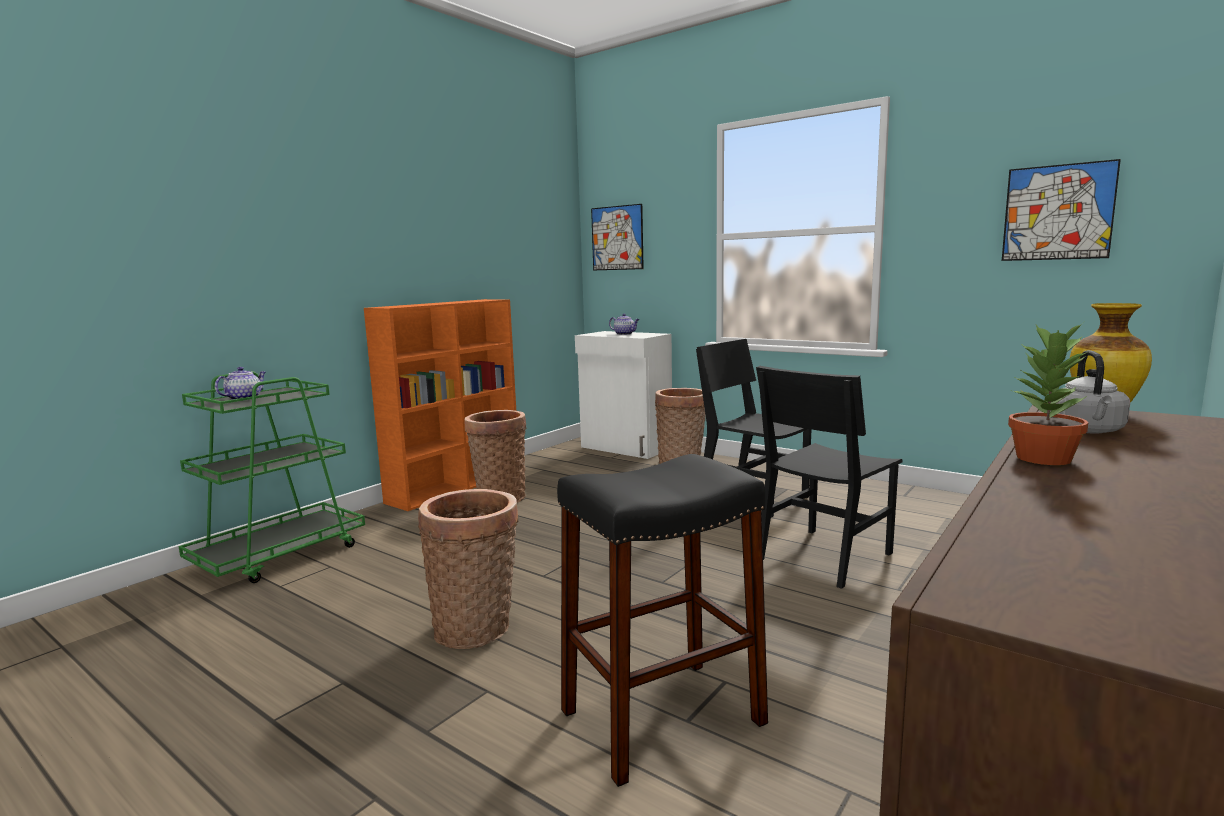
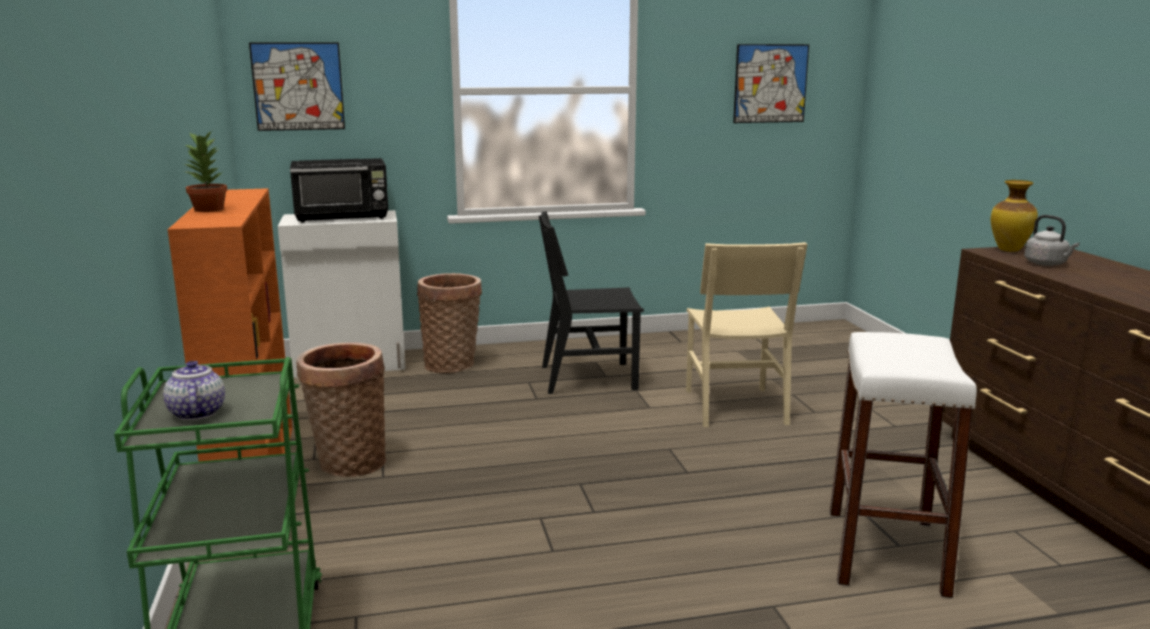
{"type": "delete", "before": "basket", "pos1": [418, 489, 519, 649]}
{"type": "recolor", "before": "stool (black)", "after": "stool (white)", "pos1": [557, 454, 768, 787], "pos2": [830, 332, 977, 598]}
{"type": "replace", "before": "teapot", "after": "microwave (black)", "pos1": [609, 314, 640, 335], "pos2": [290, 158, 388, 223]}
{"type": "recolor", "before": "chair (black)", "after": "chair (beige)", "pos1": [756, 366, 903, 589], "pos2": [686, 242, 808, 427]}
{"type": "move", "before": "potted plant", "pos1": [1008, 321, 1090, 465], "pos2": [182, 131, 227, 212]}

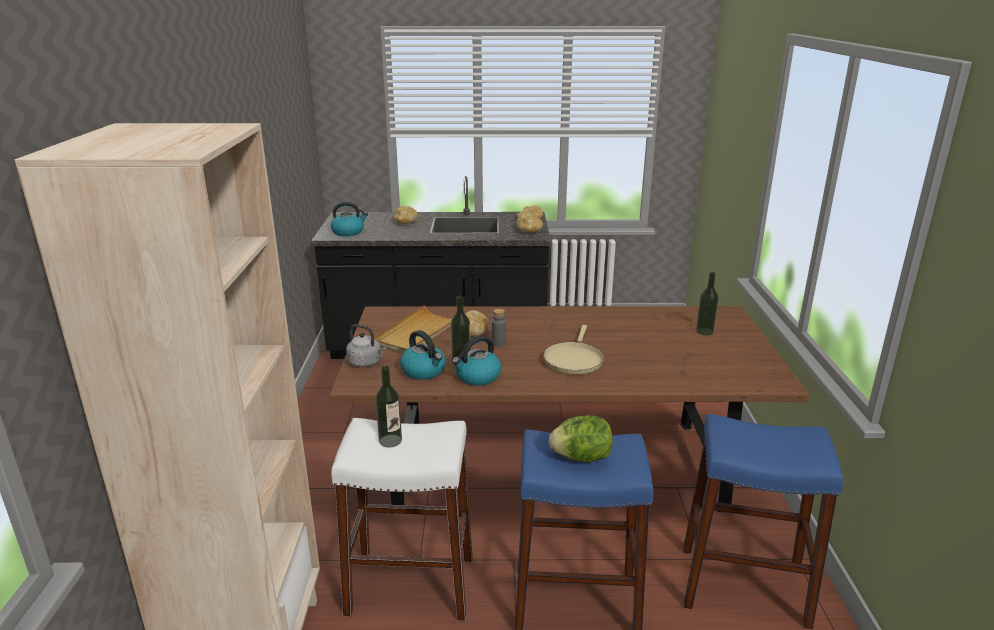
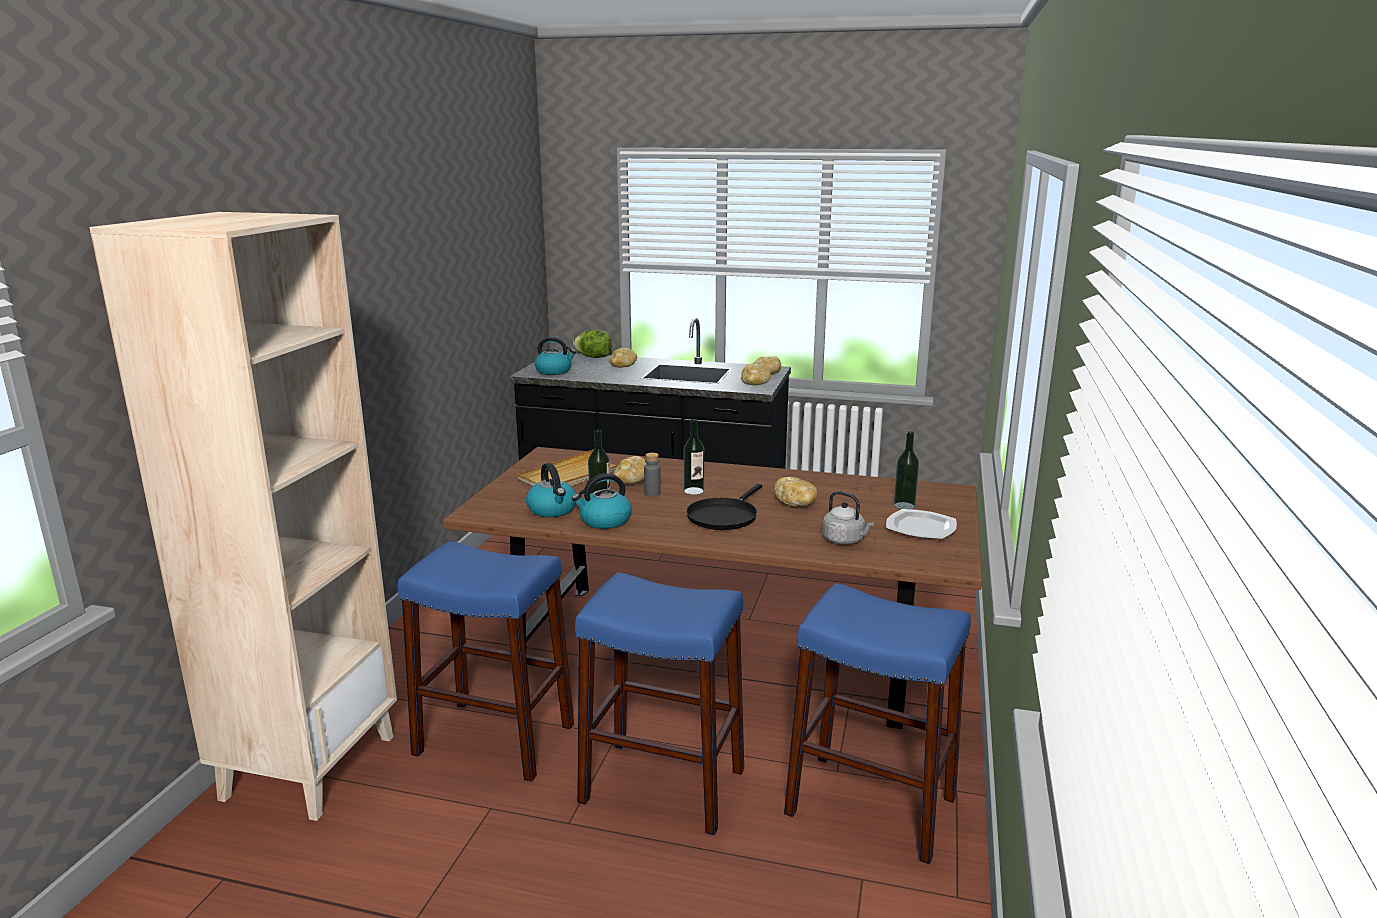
{"type": "recolor", "before": "stool (white)", "after": "stool (blue)", "pos1": [331, 418, 473, 621], "pos2": [398, 541, 574, 782]}
{"type": "move", "before": "kettle (grey)", "pos1": [346, 324, 386, 367], "pos2": [822, 491, 874, 545]}
{"type": "move", "before": "bottle", "pos1": [376, 366, 402, 447], "pos2": [684, 419, 704, 495]}
{"type": "recolor", "before": "frying pan (beige)", "after": "frying pan (black)", "pos1": [543, 325, 604, 374], "pos2": [686, 484, 762, 530]}
{"type": "move", "before": "lettuce", "pos1": [549, 415, 613, 462], "pos2": [573, 330, 612, 358]}
{"type": "insert", "after": "bread", "pos2": [774, 477, 817, 507]}
{"type": "insert", "after": "plate", "pos2": [886, 509, 957, 539]}

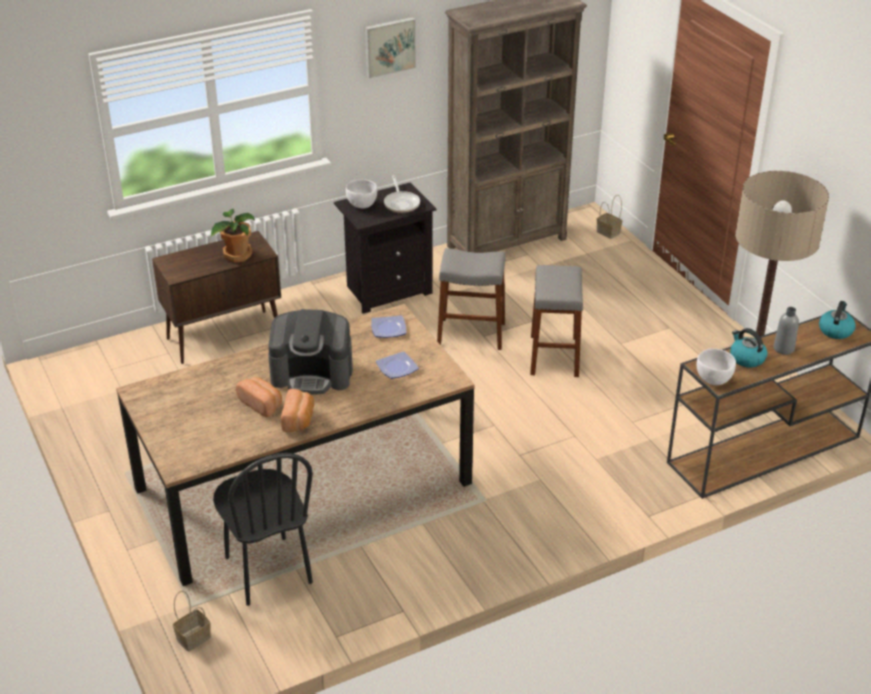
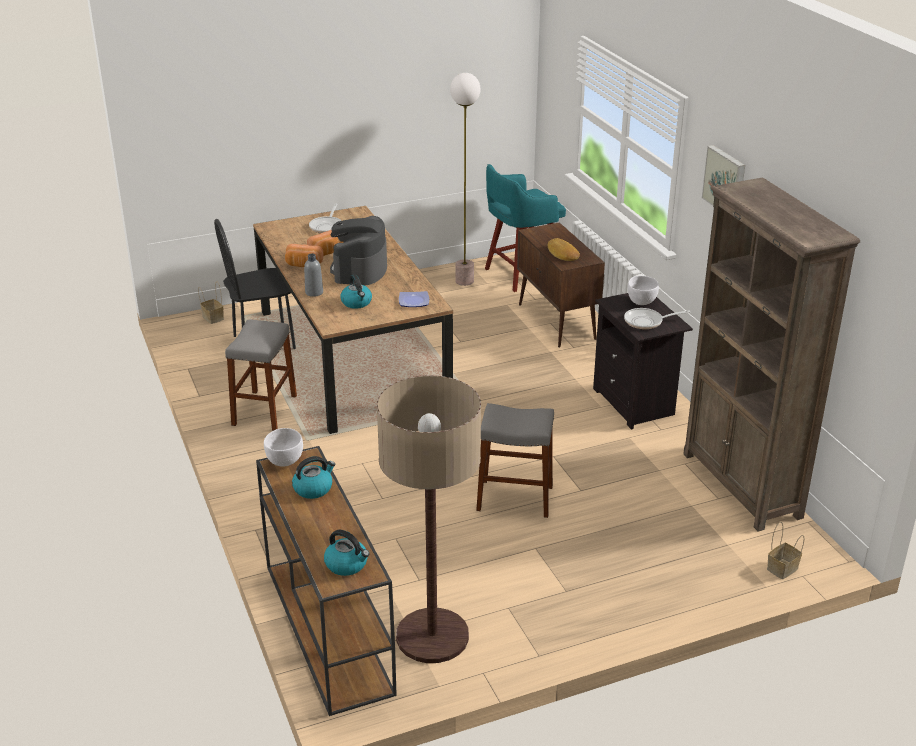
{"type": "replace", "before": "potted plant", "after": "bread", "pos1": [211, 209, 255, 263], "pos2": [548, 238, 580, 261]}
{"type": "replace", "before": "plate", "after": "kettle", "pos1": [376, 351, 419, 379], "pos2": [340, 274, 372, 309]}
{"type": "move", "before": "stool (grey)", "pos1": [437, 248, 506, 350], "pos2": [225, 320, 297, 431]}
{"type": "move", "before": "bottle (grey)", "pos1": [774, 307, 799, 355], "pos2": [304, 254, 323, 297]}
{"type": "insert", "after": "frying pan", "pos2": [309, 204, 342, 233]}
{"type": "insert", "after": "floor lamp", "pos2": [450, 73, 480, 286]}
{"type": "insert", "after": "stool (turquoise)", "pos2": [485, 164, 566, 292]}

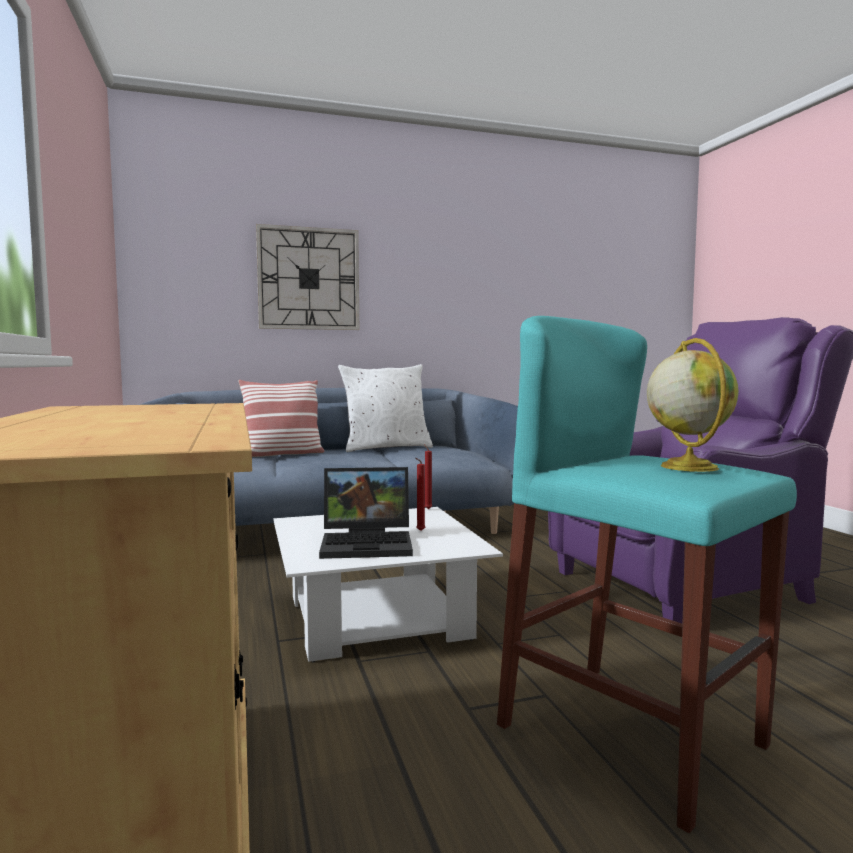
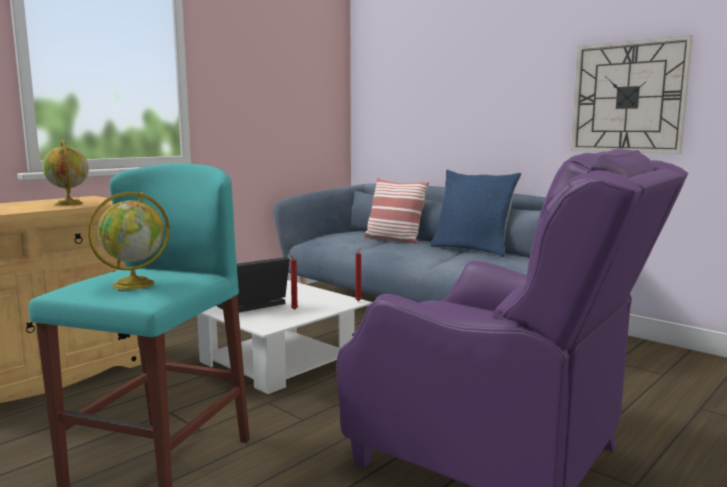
{"type": "move", "before": "wall clock", "pos1": [256, 224, 359, 330], "pos2": [571, 35, 693, 154]}
{"type": "rotate", "before": "laptop", "pos1": [319, 467, 413, 559], "pos2": [217, 257, 290, 312], "turn": 90}
{"type": "recolor", "before": "pillow (white)", "after": "pillow (blue)", "pos1": [338, 364, 433, 452], "pos2": [430, 170, 521, 257]}
{"type": "insert", "after": "globe", "pos2": [42, 140, 89, 206]}

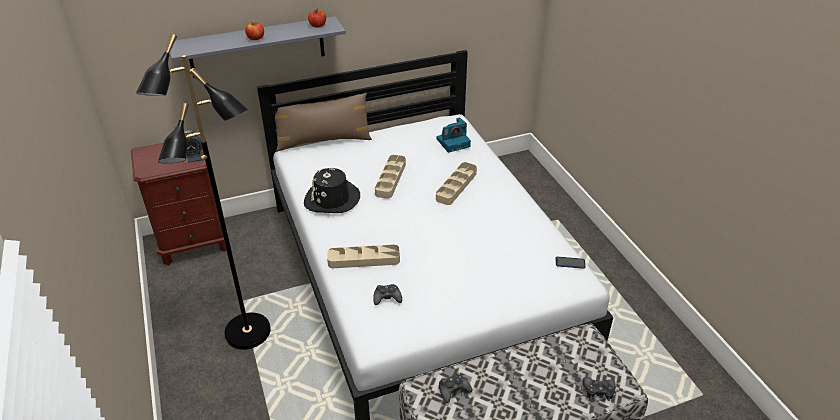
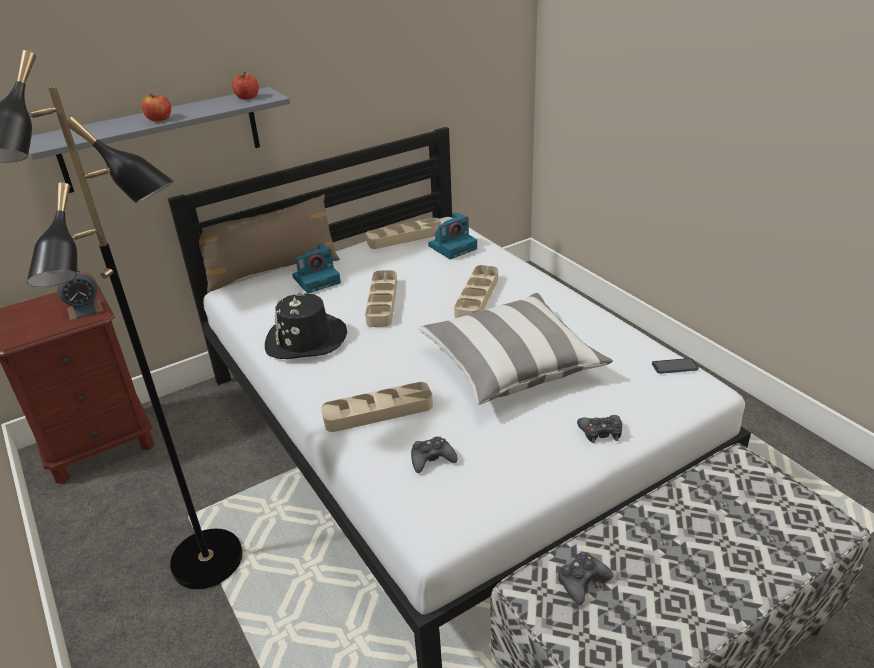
{"type": "move", "before": "game controller (black)", "pos1": [583, 377, 616, 401], "pos2": [577, 415, 622, 443]}
{"type": "insert", "after": "photo camera", "pos2": [292, 243, 341, 294]}
{"type": "insert", "after": "tray (beige)", "pos2": [366, 218, 443, 249]}
{"type": "insert", "after": "pillow", "pos2": [419, 293, 613, 405]}

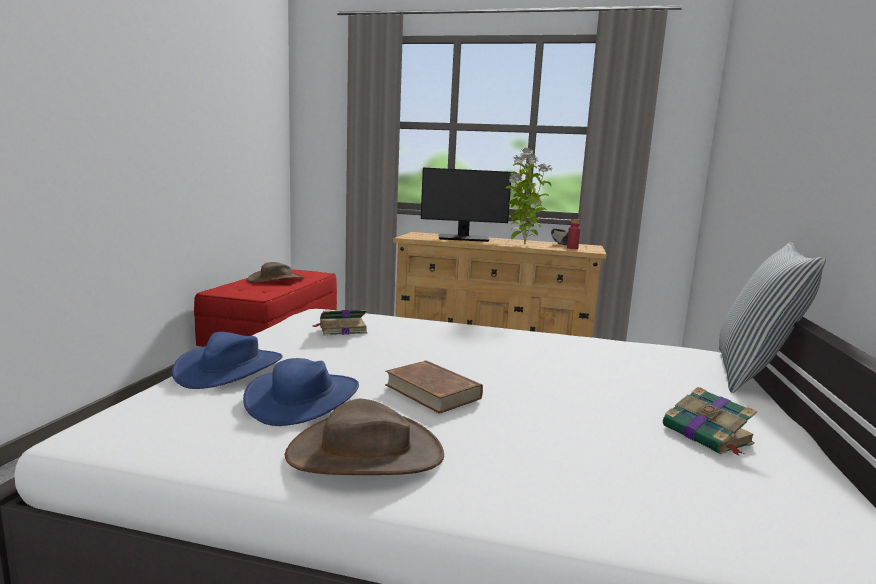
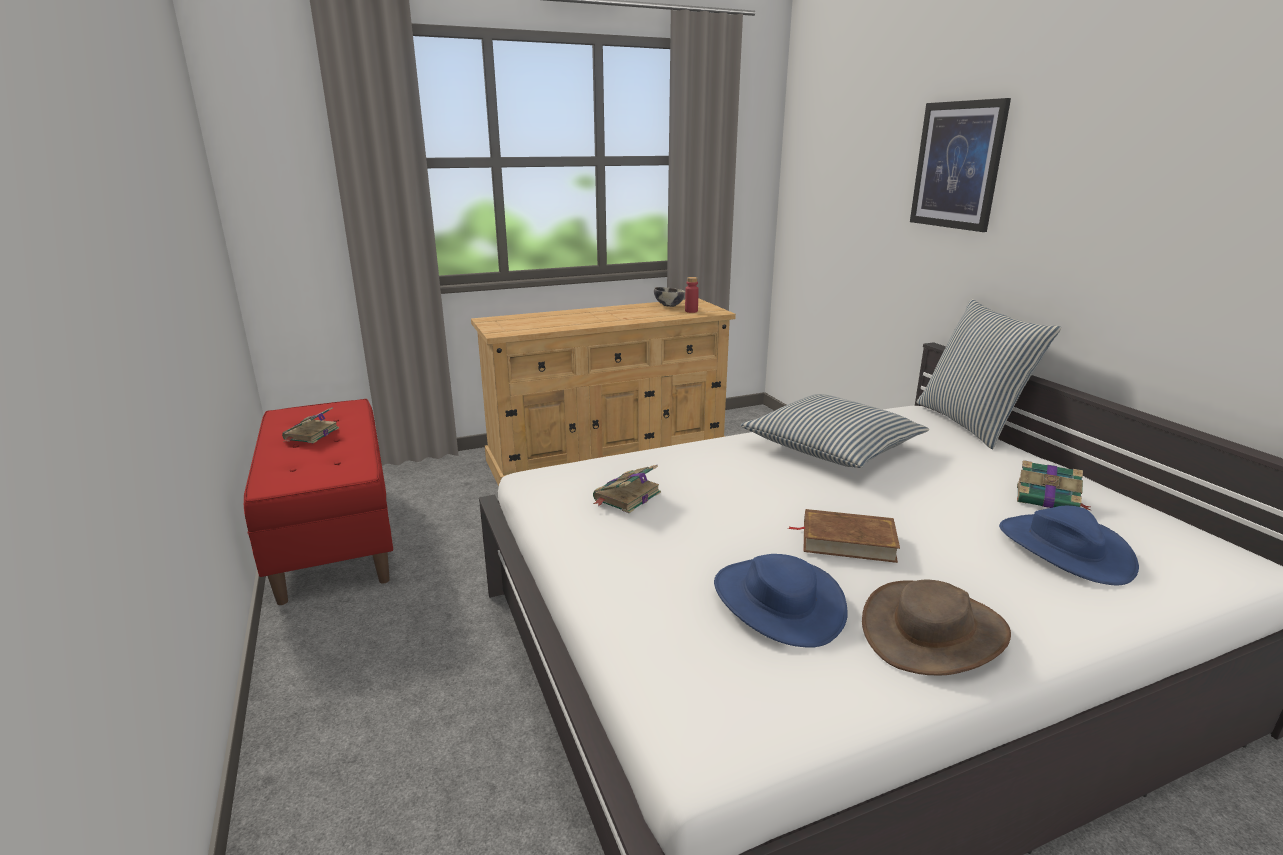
{"type": "move", "before": "hat (blue)", "pos1": [172, 332, 283, 389], "pos2": [999, 506, 1139, 585]}
{"type": "replace", "before": "hat (brown)", "after": "book", "pos1": [248, 262, 304, 283], "pos2": [282, 407, 339, 443]}
{"type": "delete", "before": "monitor", "pos1": [421, 168, 512, 242]}
{"type": "delete", "before": "potted plant", "pos1": [505, 148, 551, 245]}
{"type": "insert", "after": "pillow", "pos2": [741, 394, 929, 468]}
{"type": "insert", "after": "picture", "pos2": [910, 98, 1011, 232]}

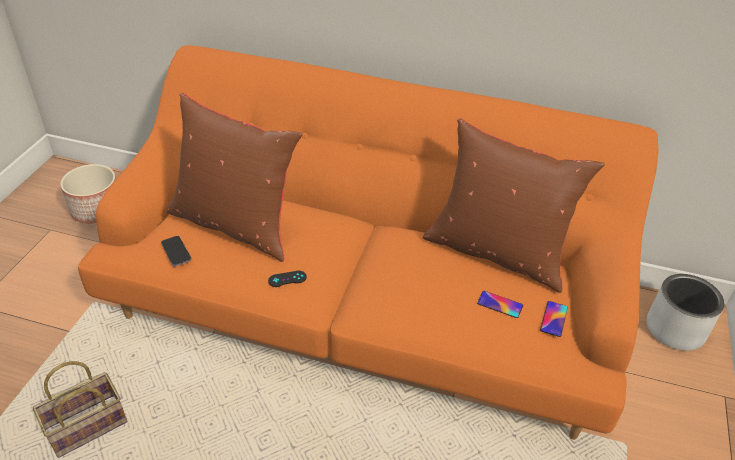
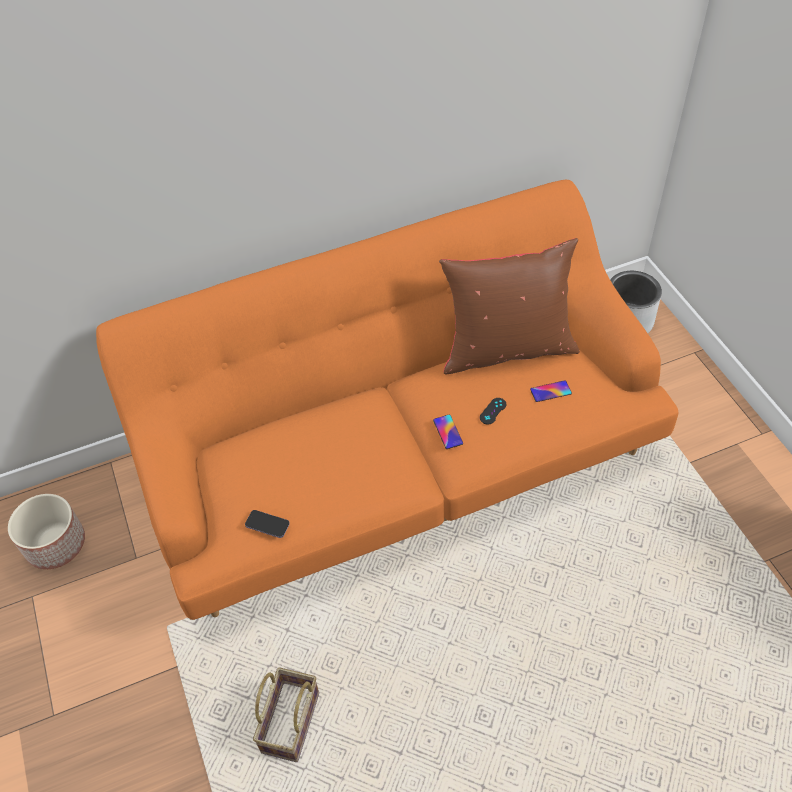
{"type": "delete", "before": "pillow (brown)", "pos1": [166, 93, 303, 262]}
{"type": "move", "before": "game controller (black)", "pos1": [268, 271, 307, 287], "pos2": [480, 398, 506, 425]}
{"type": "move", "before": "phone", "pos1": [540, 301, 568, 337], "pos2": [433, 415, 463, 449]}

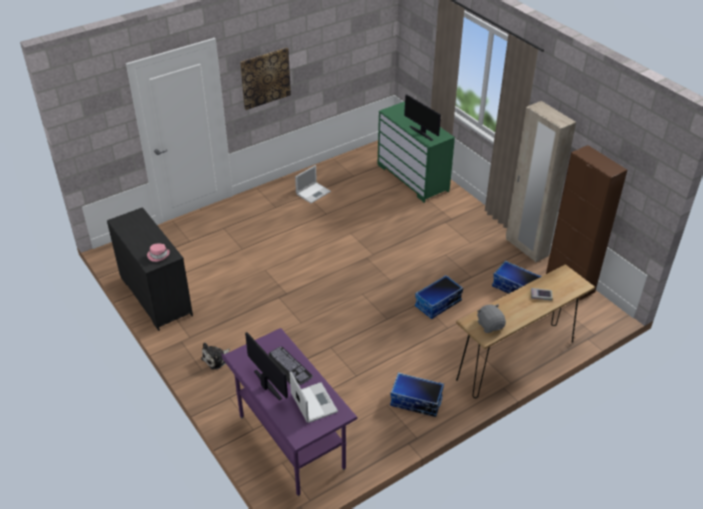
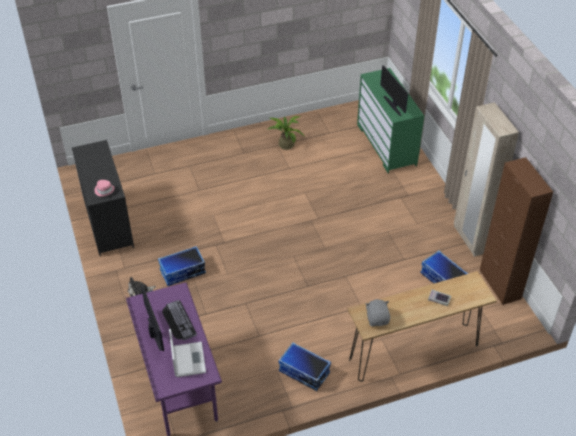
{"type": "delete", "before": "picture", "pos1": [240, 47, 291, 110]}
{"type": "replace", "before": "laptop", "after": "potted plant", "pos1": [295, 165, 331, 203], "pos2": [268, 116, 305, 150]}
{"type": "move", "before": "storage box", "pos1": [415, 275, 463, 319], "pos2": [158, 246, 206, 286]}

